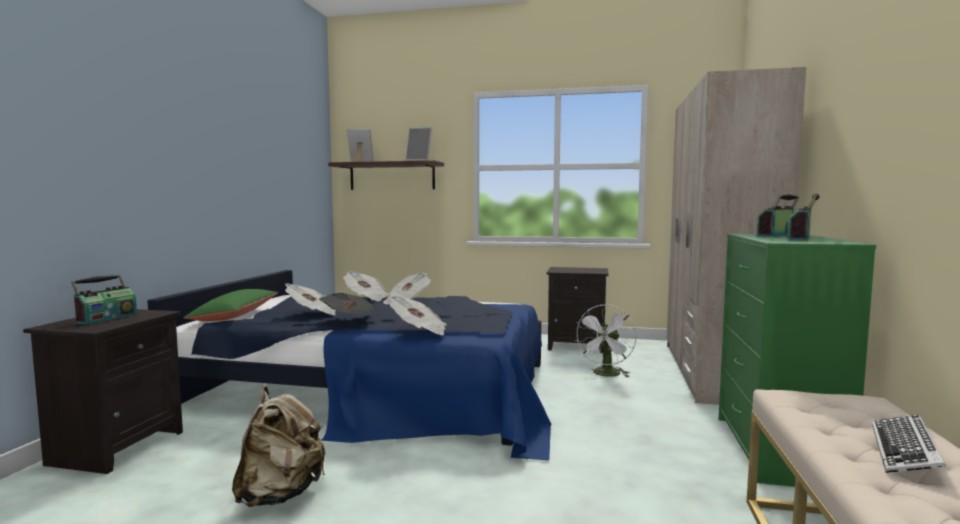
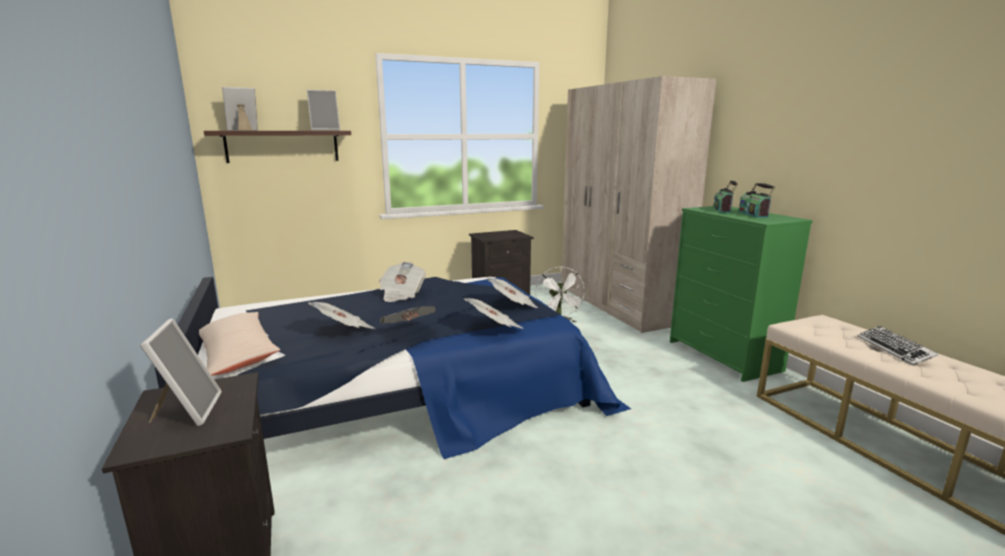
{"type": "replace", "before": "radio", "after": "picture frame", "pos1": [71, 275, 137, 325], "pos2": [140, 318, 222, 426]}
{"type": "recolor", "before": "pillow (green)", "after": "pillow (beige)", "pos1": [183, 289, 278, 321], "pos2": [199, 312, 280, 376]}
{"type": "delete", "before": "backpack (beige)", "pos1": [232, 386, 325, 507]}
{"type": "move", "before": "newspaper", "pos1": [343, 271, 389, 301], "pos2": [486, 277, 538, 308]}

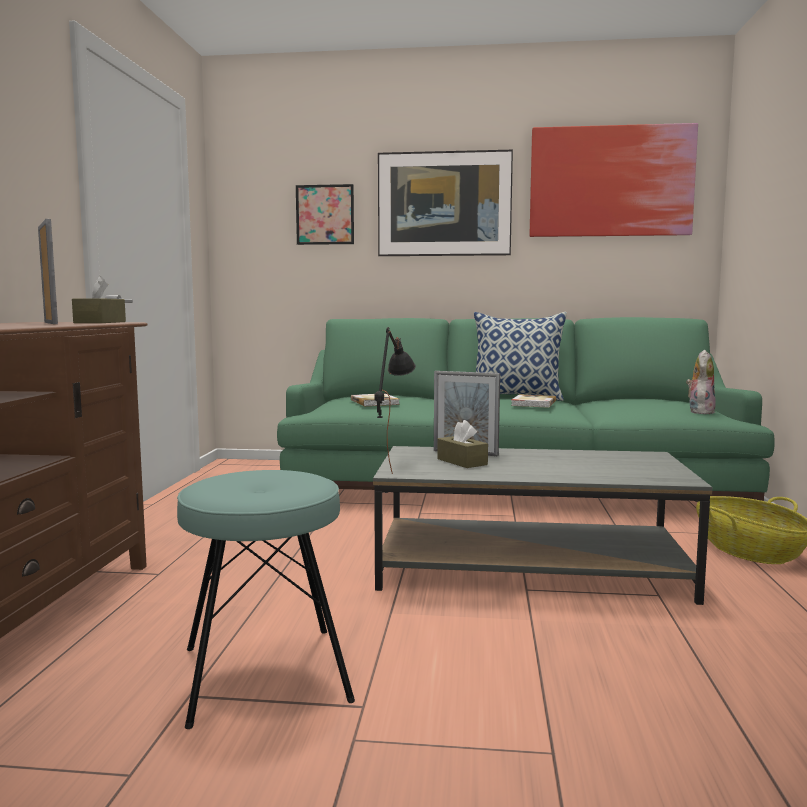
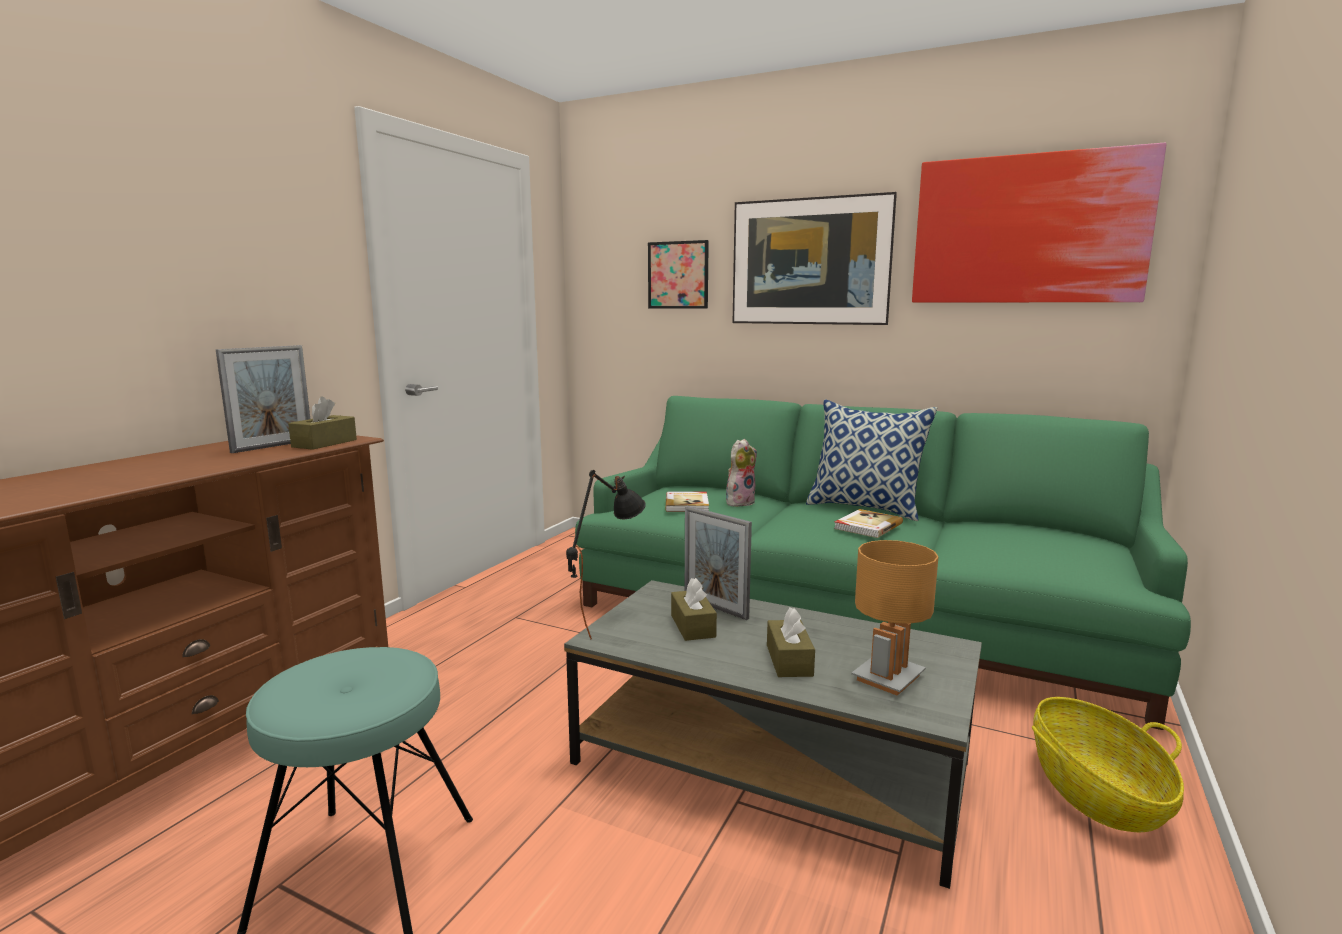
{"type": "rotate", "before": "picture frame", "pos1": [38, 219, 58, 324], "pos2": [215, 345, 310, 453], "turn": 45}
{"type": "move", "before": "plush toy", "pos1": [686, 350, 716, 414], "pos2": [726, 439, 757, 507]}
{"type": "insert", "after": "tissue box (brown)", "pos2": [767, 607, 815, 677]}
{"type": "insert", "after": "table lamp (brown)", "pos2": [851, 540, 938, 696]}

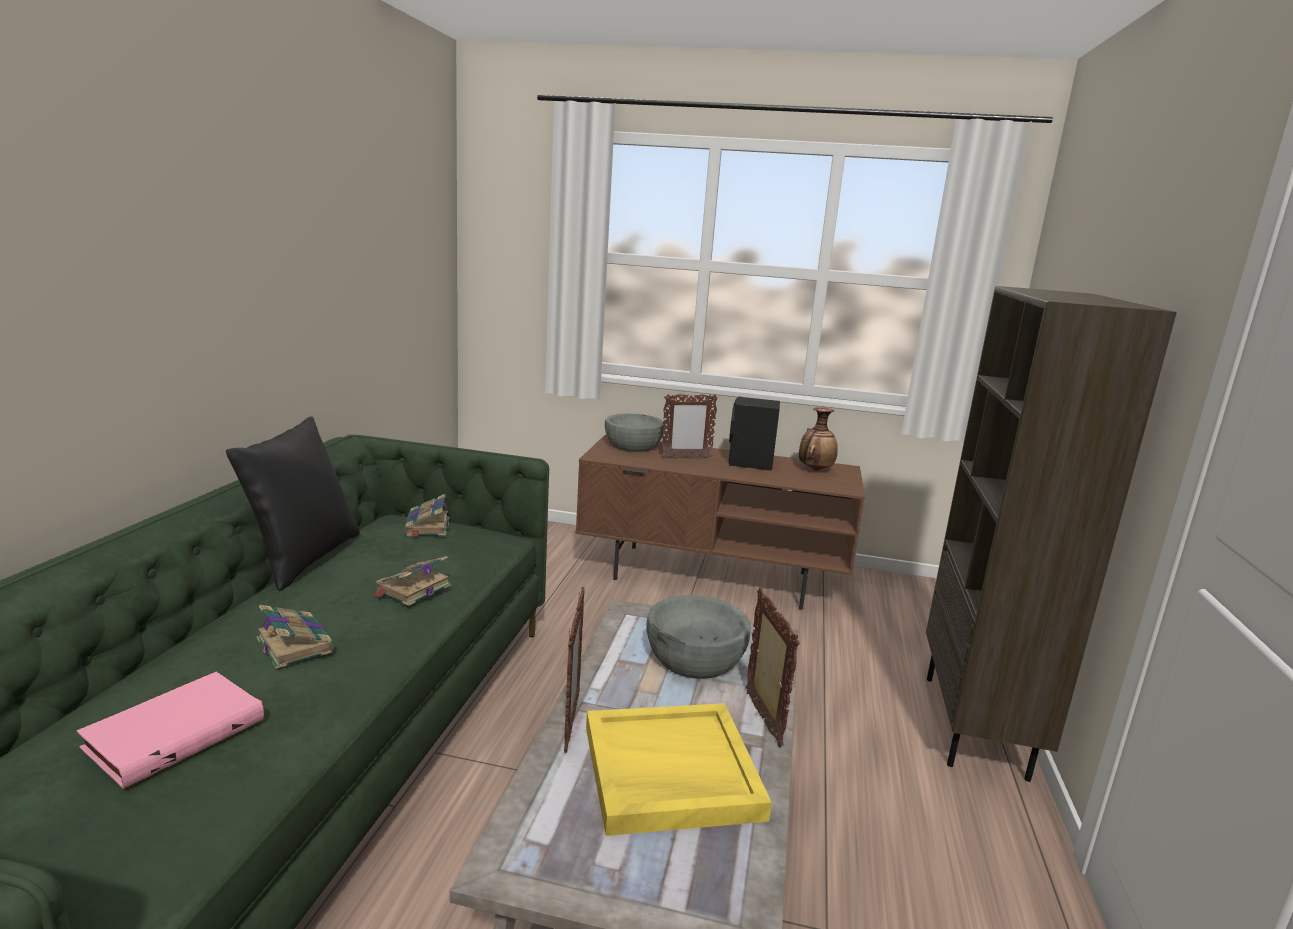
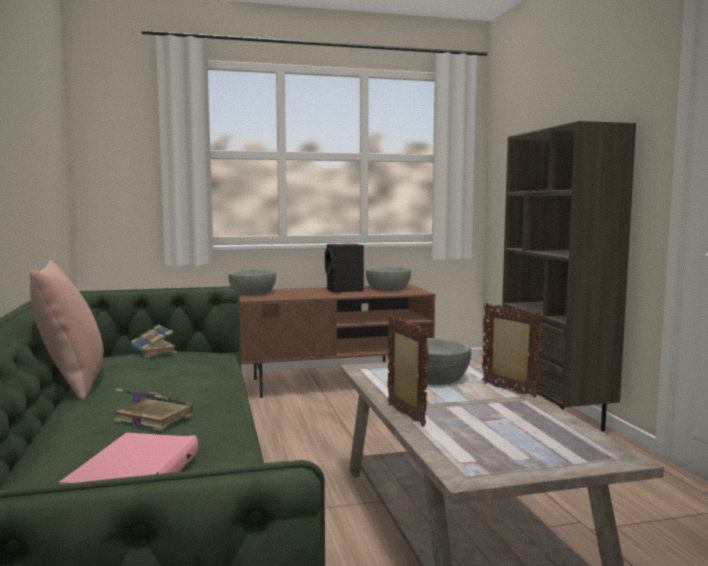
{"type": "recolor", "before": "pillow (black)", "after": "pillow (pink)", "pos1": [226, 416, 360, 591], "pos2": [30, 261, 104, 400]}
{"type": "delete", "before": "book", "pos1": [372, 556, 451, 606]}
{"type": "delete", "before": "tray (yellow)", "pos1": [586, 703, 772, 836]}
{"type": "delete", "before": "picture frame", "pos1": [661, 394, 718, 459]}
{"type": "replace", "before": "vase", "after": "bowl (grey)", "pos1": [799, 407, 838, 471], "pos2": [366, 267, 411, 291]}

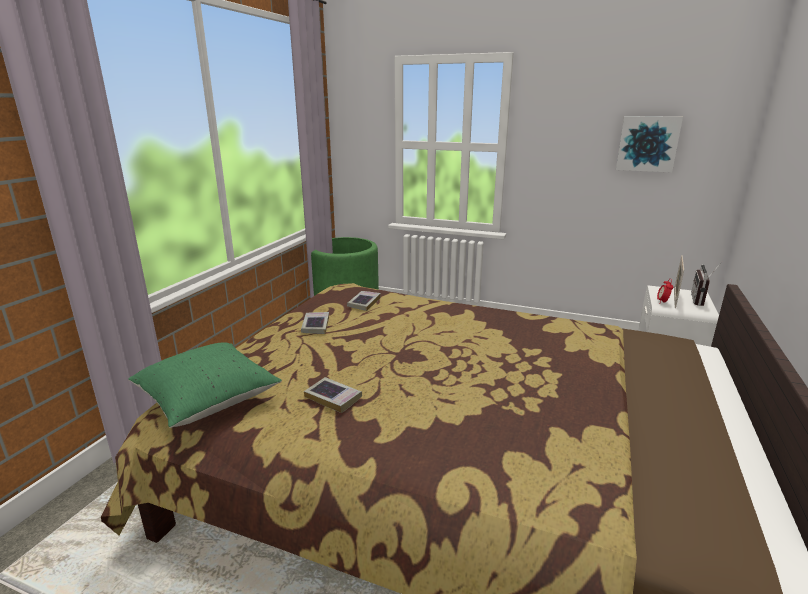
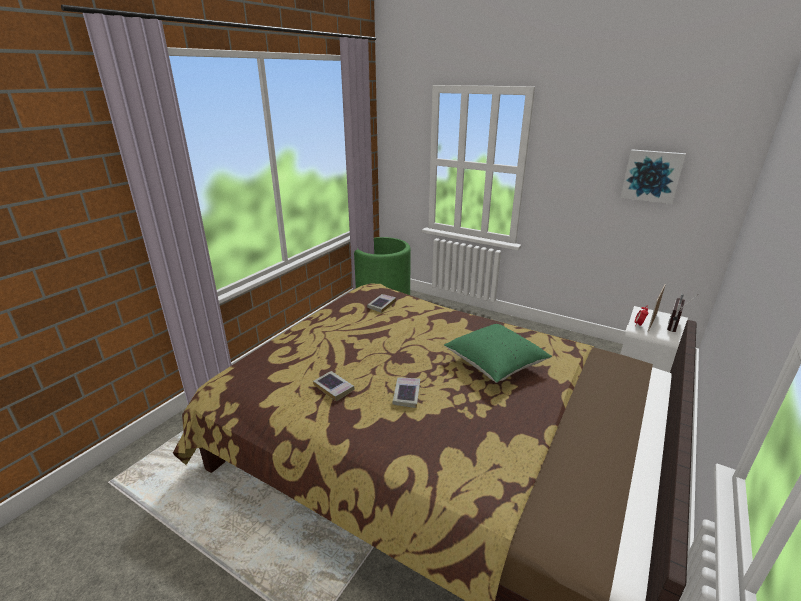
{"type": "move", "before": "pillow (green)", "pos1": [128, 342, 282, 428], "pos2": [444, 324, 552, 383]}
{"type": "move", "before": "book", "pos1": [301, 312, 329, 334], "pos2": [392, 377, 420, 408]}

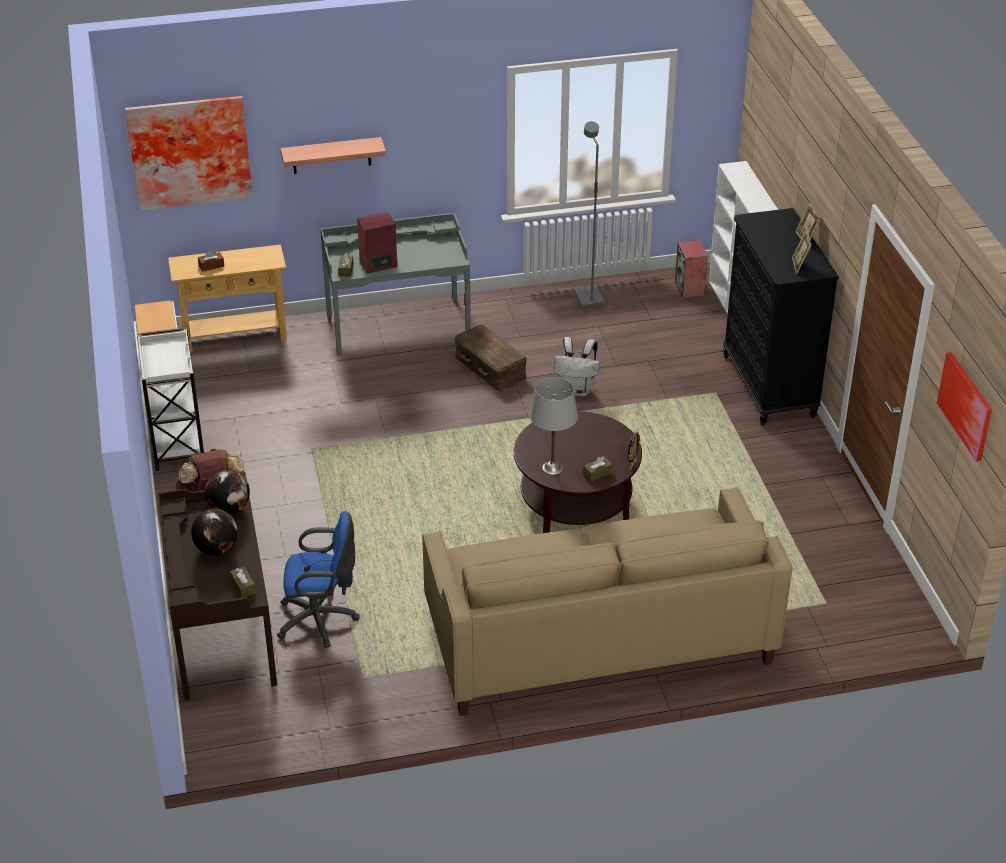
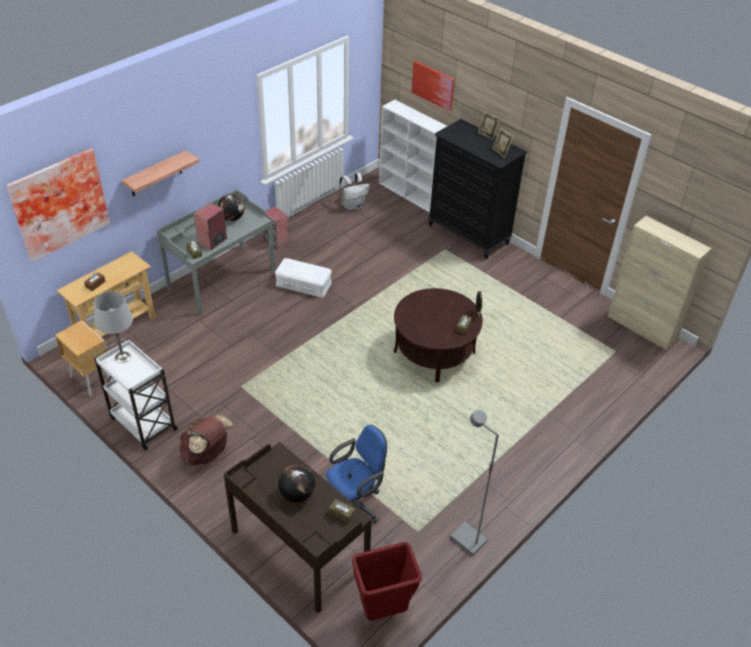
{"type": "move", "before": "globe", "pos1": [205, 469, 250, 514], "pos2": [218, 194, 245, 221]}
{"type": "delete", "before": "sofa (beige)", "pos1": [422, 487, 792, 716]}
{"type": "recolor", "before": "storage box (brown)", "after": "storage box (white)", "pos1": [455, 325, 527, 391], "pos2": [275, 258, 332, 298]}
{"type": "move", "before": "table lamp (grey)", "pos1": [530, 377, 578, 475], "pos2": [94, 291, 133, 363]}
{"type": "move", "before": "backpack (white)", "pos1": [554, 337, 599, 396], "pos2": [339, 172, 369, 211]}
{"type": "move", "before": "floor lamp (grey)", "pos1": [574, 121, 605, 308], "pos2": [450, 410, 499, 555]}
{"type": "move", "before": "speaker", "pos1": [675, 240, 708, 298], "pos2": [263, 206, 289, 249]}
{"type": "move", "before": "picture", "pos1": [937, 352, 992, 461], "pos2": [412, 61, 454, 111]}
{"type": "insert", "after": "trash can (red)", "pos2": [352, 542, 422, 621]}
{"type": "insert", "after": "cabinet (beige)", "pos2": [608, 216, 712, 350]}

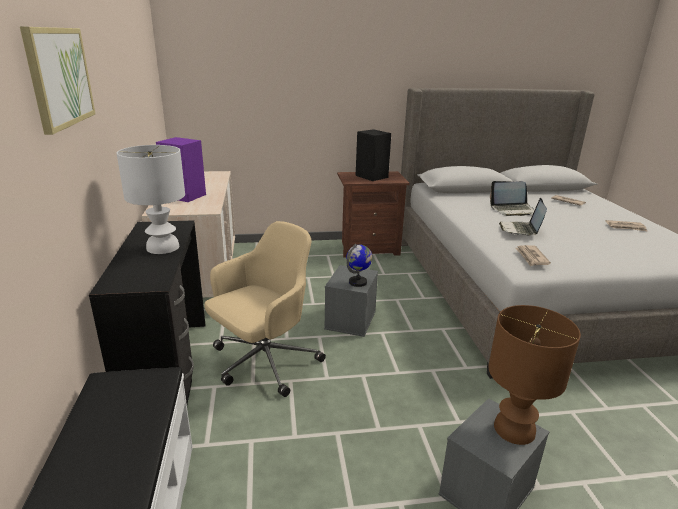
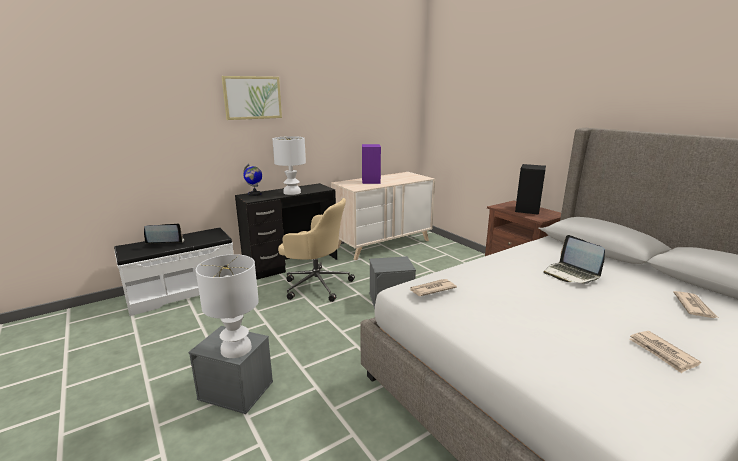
{"type": "move", "before": "globe", "pos1": [346, 244, 373, 287], "pos2": [243, 164, 262, 196]}
{"type": "recolor", "before": "table lamp (brown)", "after": "table lamp (white)", "pos1": [488, 305, 581, 445], "pos2": [196, 254, 259, 358]}
{"type": "move", "before": "laptop", "pos1": [499, 198, 547, 236], "pos2": [144, 223, 184, 244]}

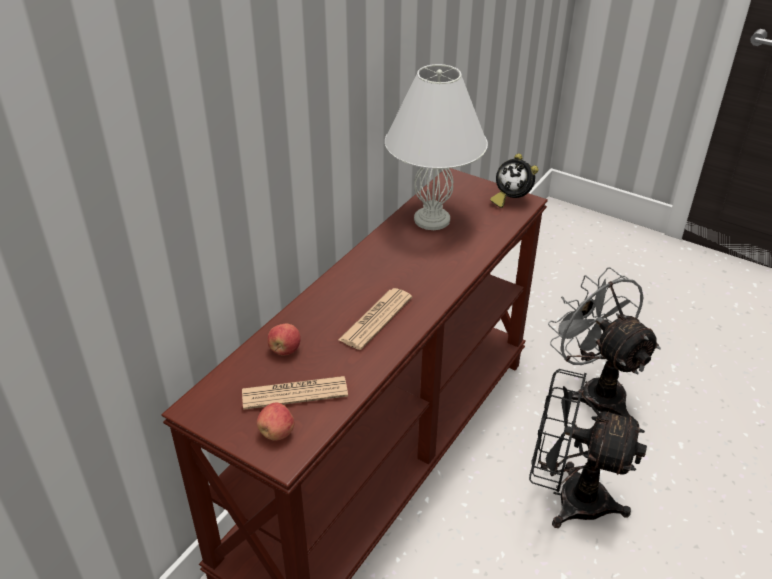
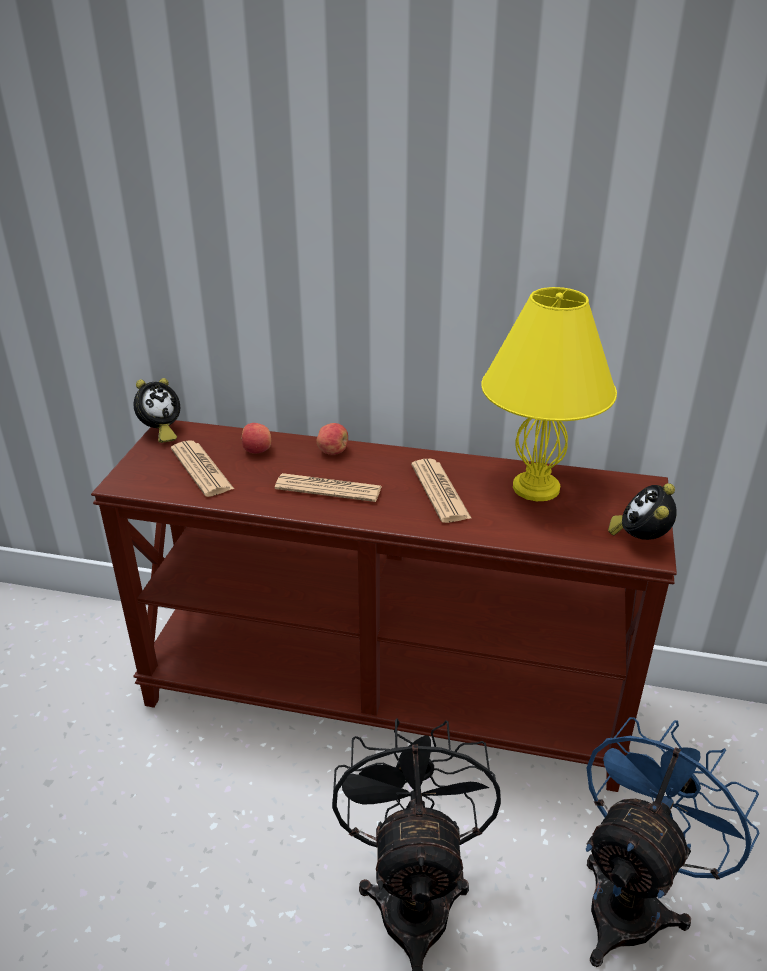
{"type": "move", "before": "apple", "pos1": [257, 403, 294, 441], "pos2": [317, 423, 348, 455]}
{"type": "recolor", "before": "table lamp (white)", "after": "table lamp (yellow)", "pos1": [385, 64, 488, 230], "pos2": [481, 287, 617, 501]}
{"type": "recolor", "before": "fan (grey)", "after": "fan (blue)", "pos1": [548, 267, 661, 419], "pos2": [586, 717, 760, 967]}
{"type": "insert", "after": "alarm clock", "pos2": [133, 378, 180, 443]}
{"type": "insert", "after": "newspaper", "pos2": [411, 459, 472, 523]}

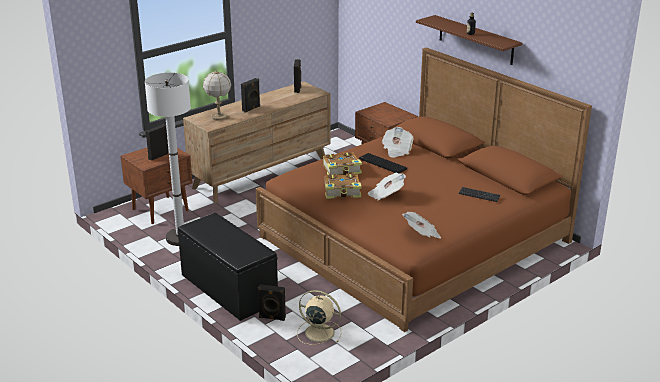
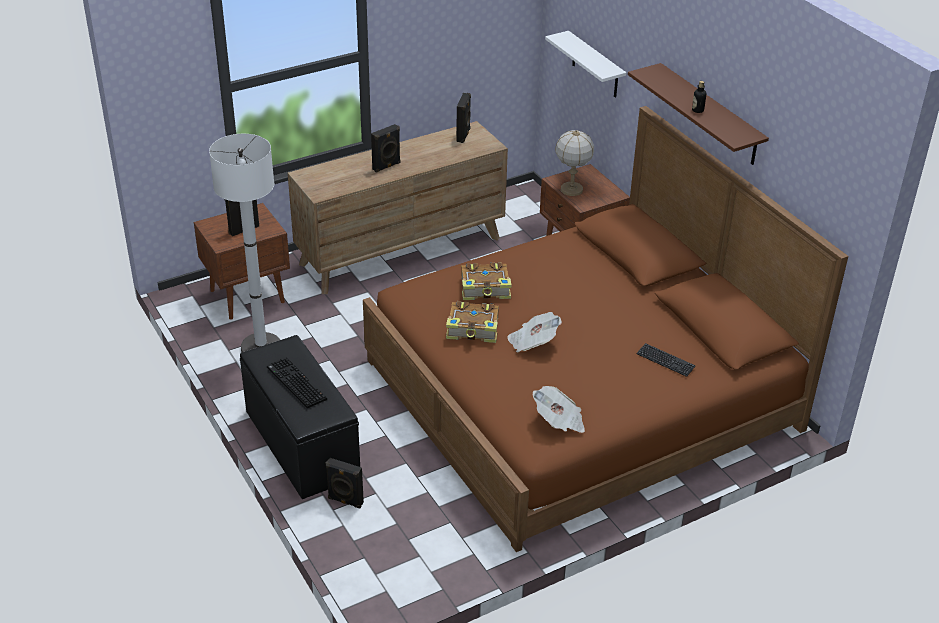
{"type": "move", "before": "table lamp", "pos1": [203, 70, 231, 121], "pos2": [555, 130, 594, 196]}
{"type": "delete", "before": "fan (beige)", "pos1": [297, 290, 341, 345]}
{"type": "move", "before": "keyboard", "pos1": [359, 153, 407, 173], "pos2": [267, 357, 327, 408]}
{"type": "delete", "before": "newspaper", "pos1": [382, 127, 414, 158]}
{"type": "insert", "after": "shelf (white)", "pos2": [545, 31, 626, 98]}

